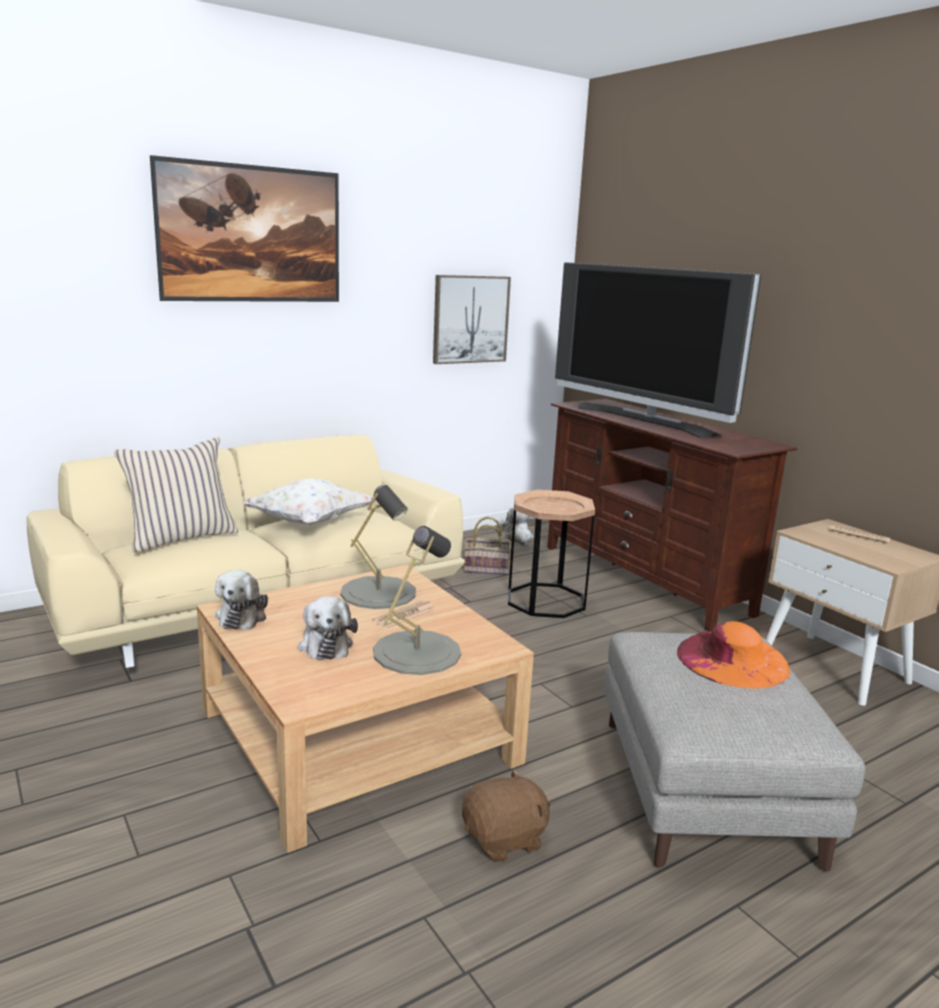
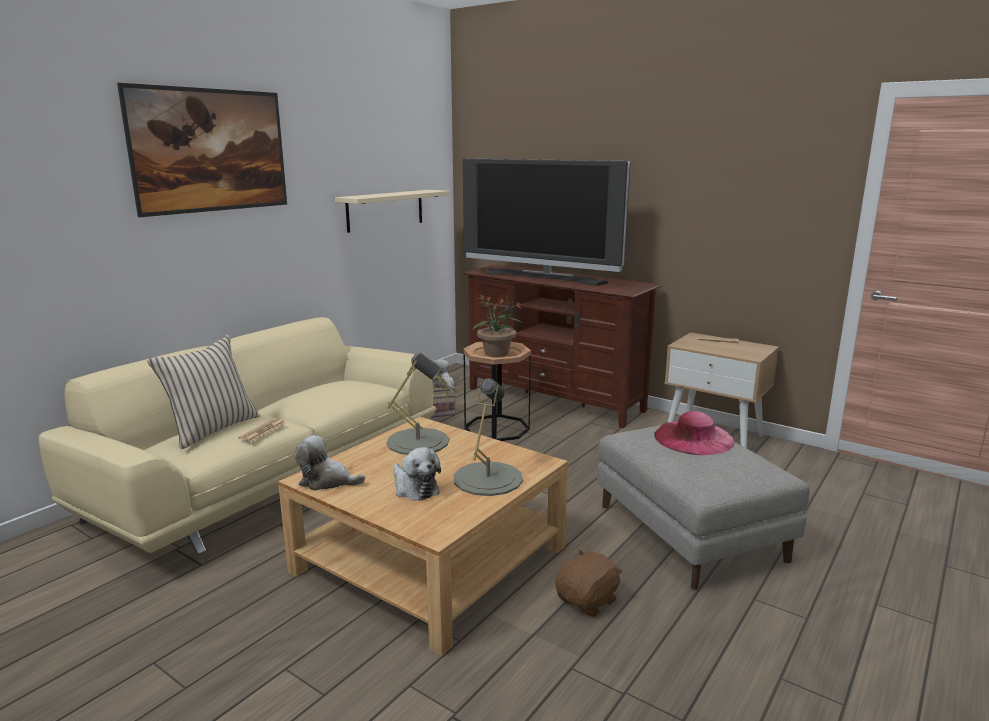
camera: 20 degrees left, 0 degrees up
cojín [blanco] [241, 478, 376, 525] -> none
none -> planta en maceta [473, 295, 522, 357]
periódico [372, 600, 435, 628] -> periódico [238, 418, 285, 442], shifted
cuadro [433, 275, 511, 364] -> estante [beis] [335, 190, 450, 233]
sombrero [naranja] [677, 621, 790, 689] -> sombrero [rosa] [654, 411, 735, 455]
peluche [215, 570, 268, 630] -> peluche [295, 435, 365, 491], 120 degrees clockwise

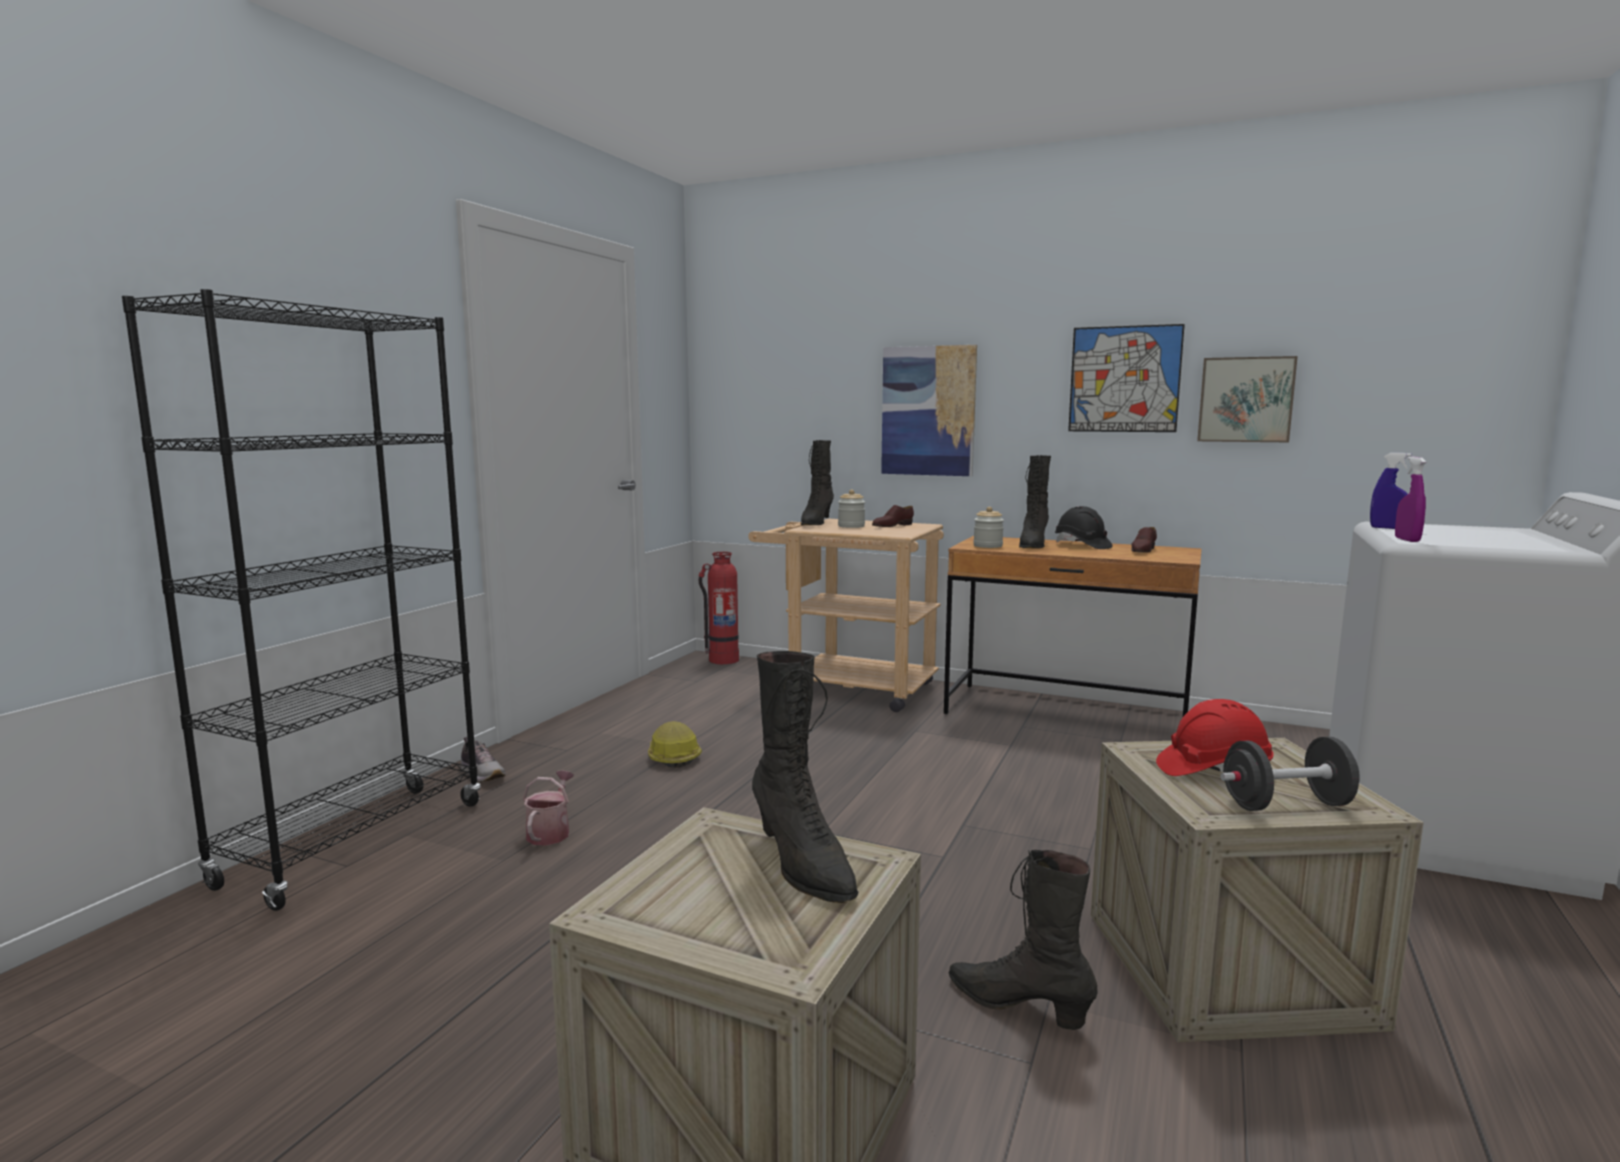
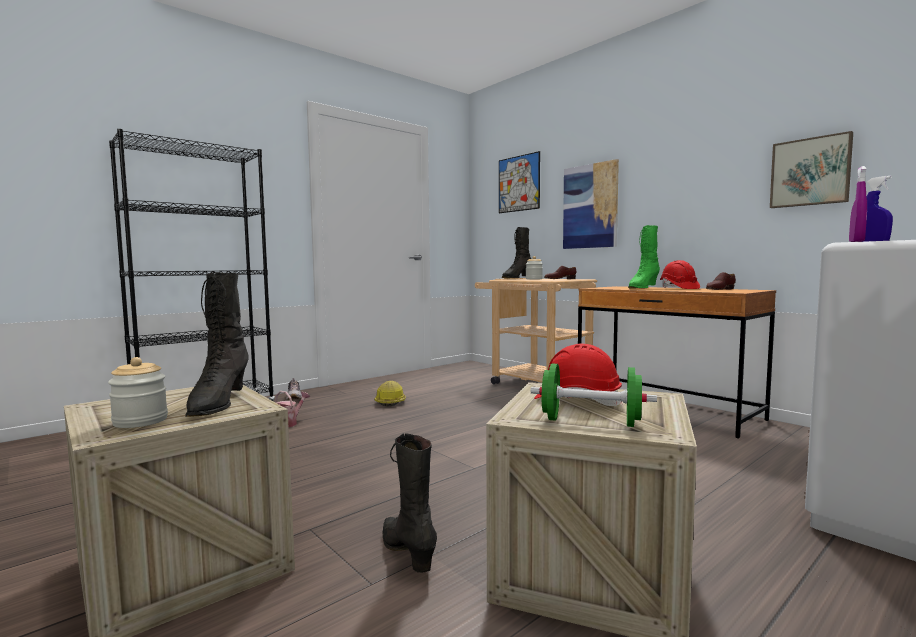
camera: 25 degrees right, 5 degrees down
extintor [699, 552, 739, 664] -> none
tarro [973, 507, 1004, 548] -> tarro [108, 357, 168, 428], shifted
cuadro [1068, 324, 1185, 432] -> cuadro [499, 151, 540, 213], shifted
bota [negro] [1019, 455, 1051, 548] -> bota [verde] [628, 225, 660, 288]
casco [negro] [1055, 506, 1113, 549] -> casco [rojo] [660, 260, 700, 289]
mancuerna [negro] [1220, 737, 1360, 811] -> mancuerna [verde] [531, 363, 657, 427]

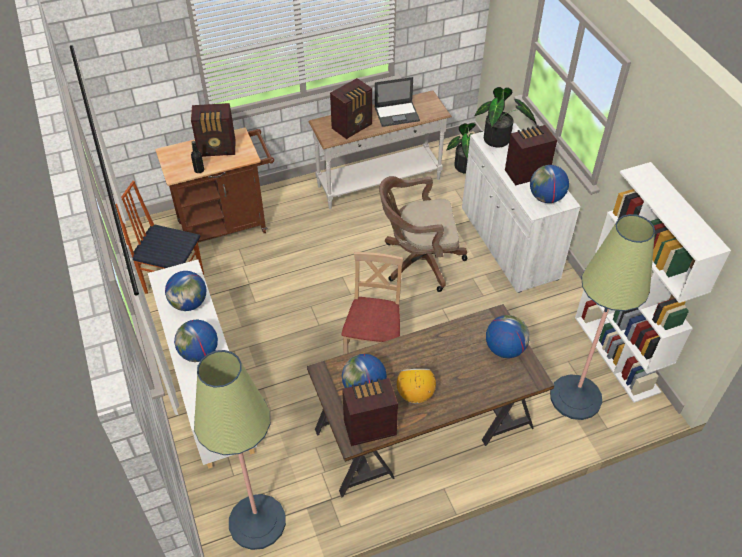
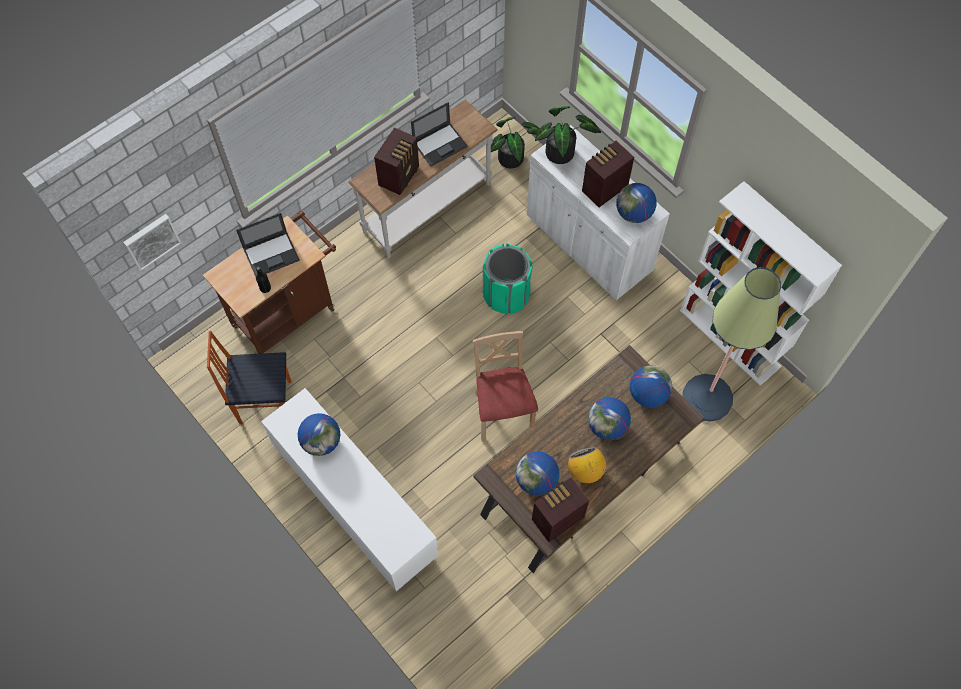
camera: 20 degrees left, 15 degrees up
lámpara de pie [194, 350, 286, 550] -> none
none -> cuadro [123, 214, 181, 271]
globo terráqueo [174, 320, 218, 362] -> globo terráqueo [588, 397, 631, 440], shifted
radio [191, 103, 235, 157] -> portátil [236, 213, 300, 277]
silla de oficina [marrón] [379, 176, 467, 292] -> papelera [verde] [483, 244, 533, 314]

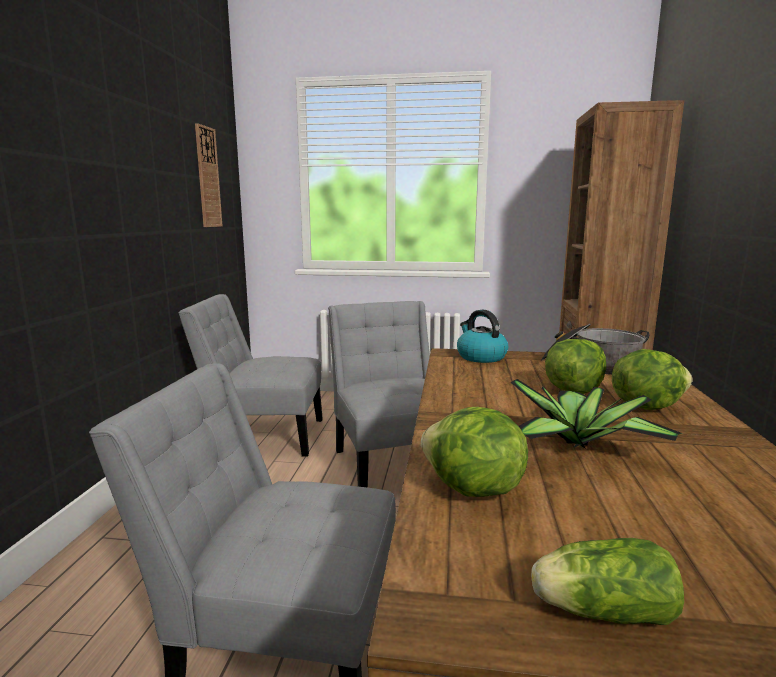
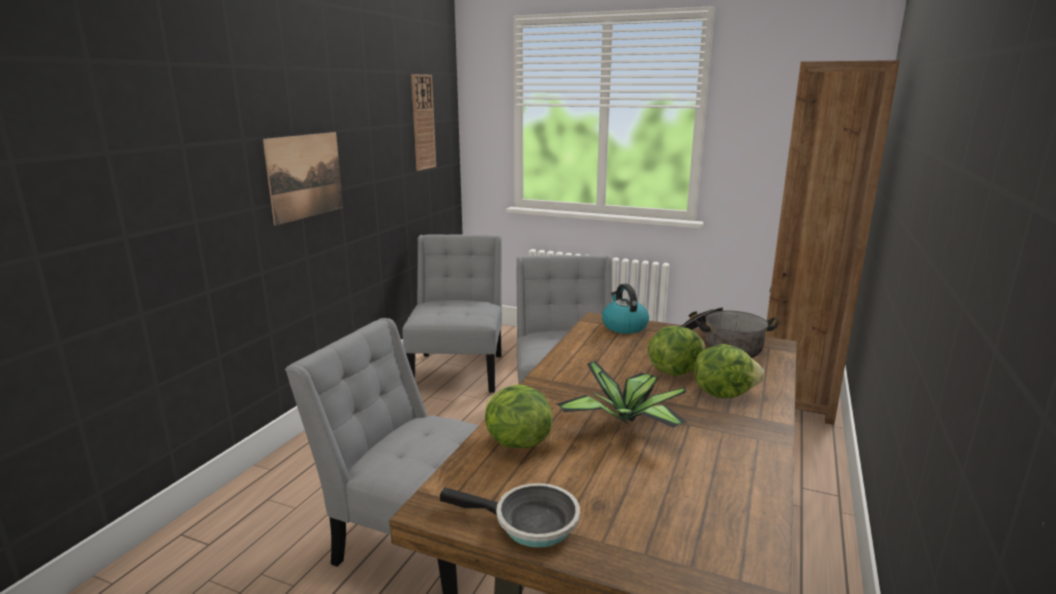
camera: 15 degrees right, 5 degrees up
none -> cuadro [263, 132, 343, 226]
lechuga [531, 538, 684, 625] -> sartén [440, 483, 580, 548]
silla [gris] [178, 294, 323, 457] -> silla [gris] [402, 234, 502, 392], 75 degrees clockwise

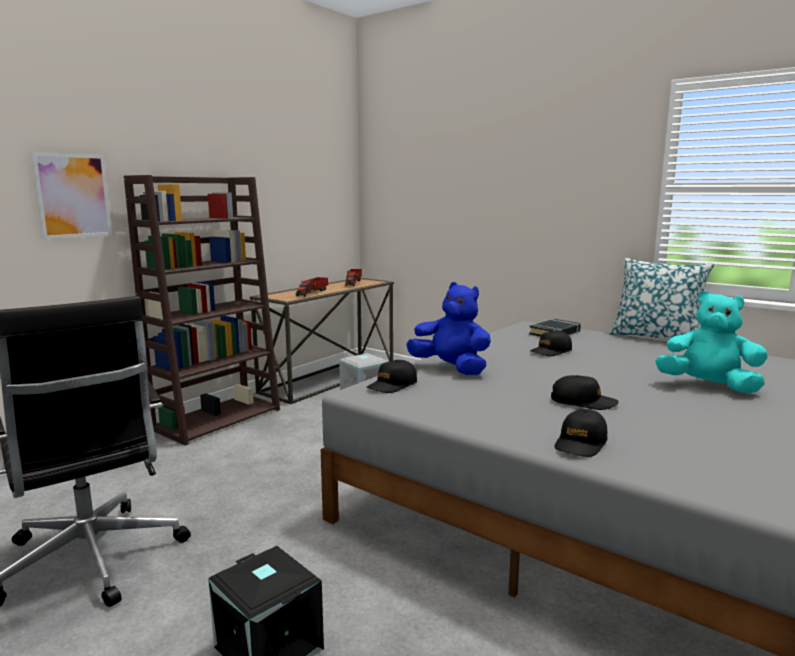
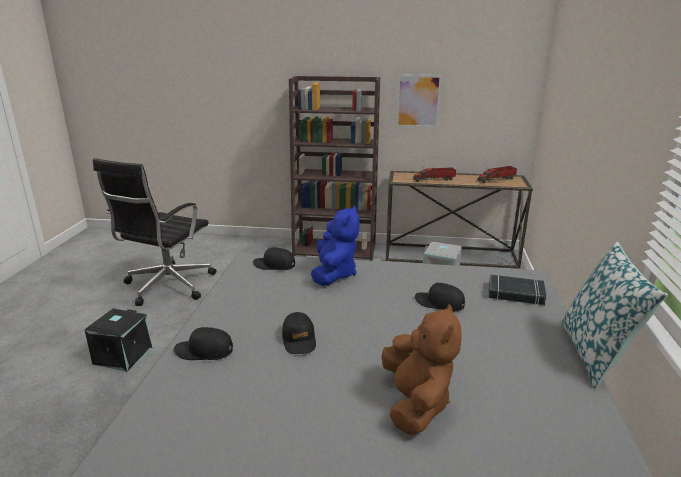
camera: 60 degrees right, 10 degrees up
cuadro [31, 152, 113, 239] -> cuadro [396, 74, 442, 128], shifted
peluche [turquesa] [655, 291, 768, 393] -> peluche [marrón] [382, 303, 462, 435]

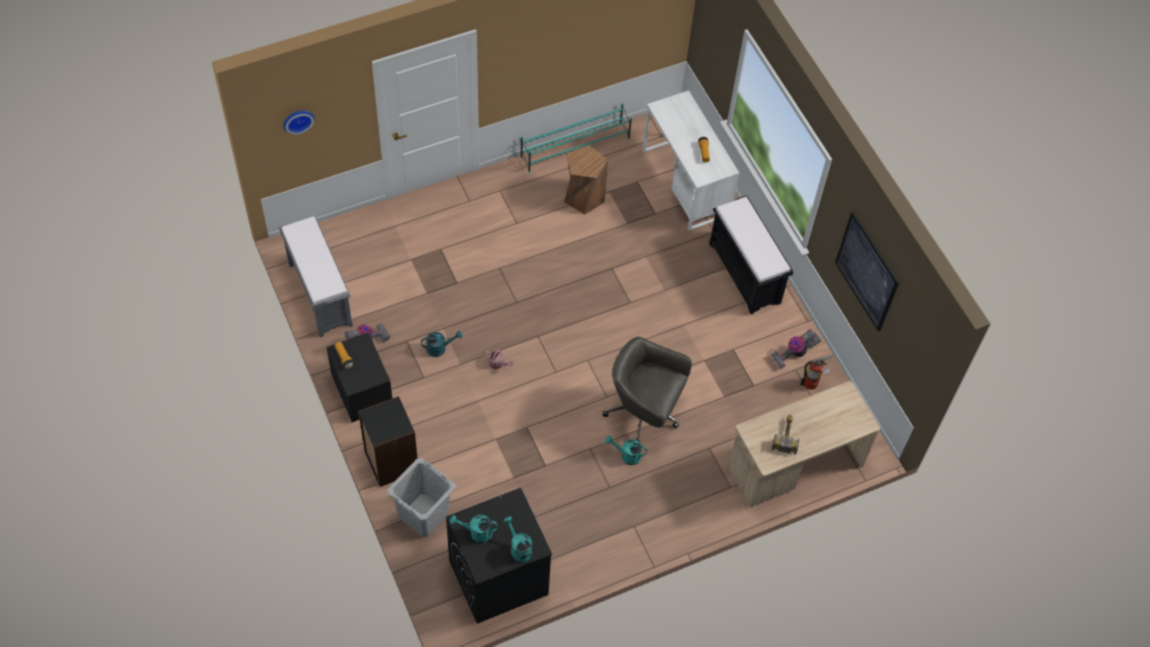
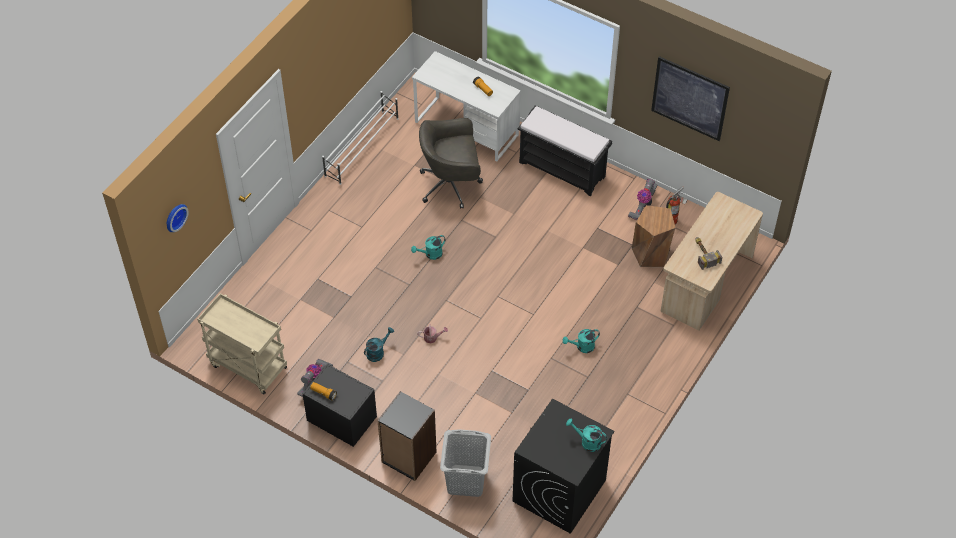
camera: 30 degrees left, 5 degrees down
regadera [turquesa] [450, 515, 498, 543] -> regadera [turquesa] [411, 235, 446, 260], shifted
taburete [marrón] [564, 145, 608, 215] -> taburete [marrón] [632, 205, 676, 267], shifted
silla de oficina [gris] [603, 337, 692, 442] -> silla de oficina [gris] [419, 118, 483, 209], shifted
banco [gris] [279, 216, 353, 337] -> carrito [beis] [197, 293, 287, 394]
zapatero [turquesa] [520, 103, 632, 173] -> zapatero [blanco] [322, 91, 398, 185]

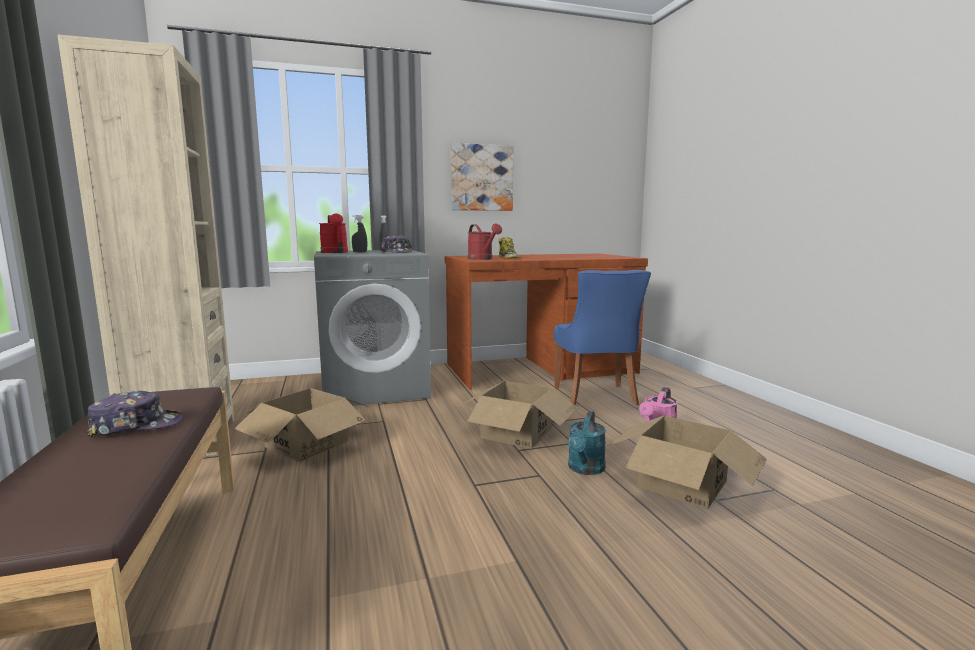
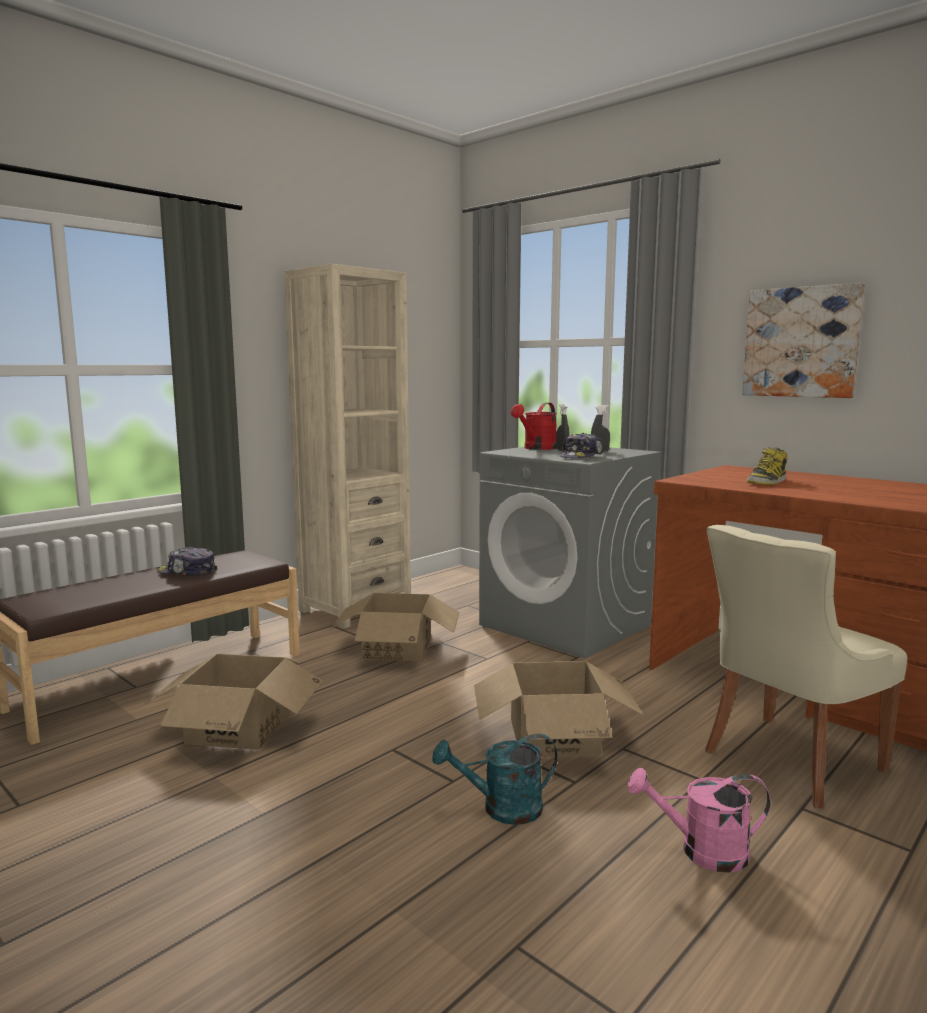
camera: 60 degrees right, 0 degrees up
regadera [rojo] [468, 223, 502, 260] -> none
caja de cartón [607, 416, 767, 509] -> caja de cartón [145, 654, 323, 750], shifted
silla [azul] [554, 270, 651, 406] -> silla [beis] [705, 525, 907, 808]
gorra [87, 390, 183, 437] -> gorra [157, 546, 218, 576], 150 degrees clockwise

